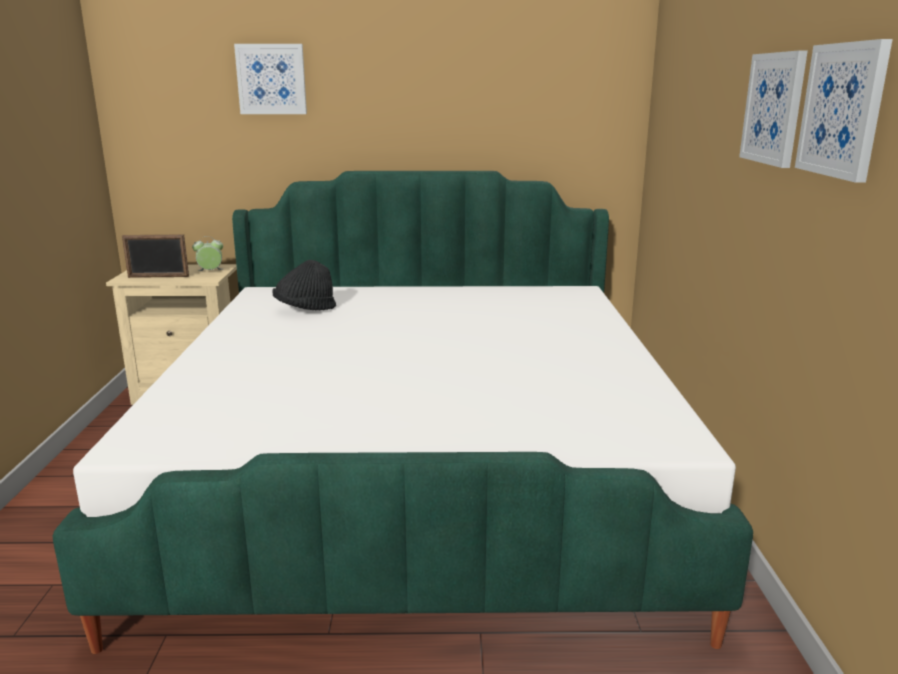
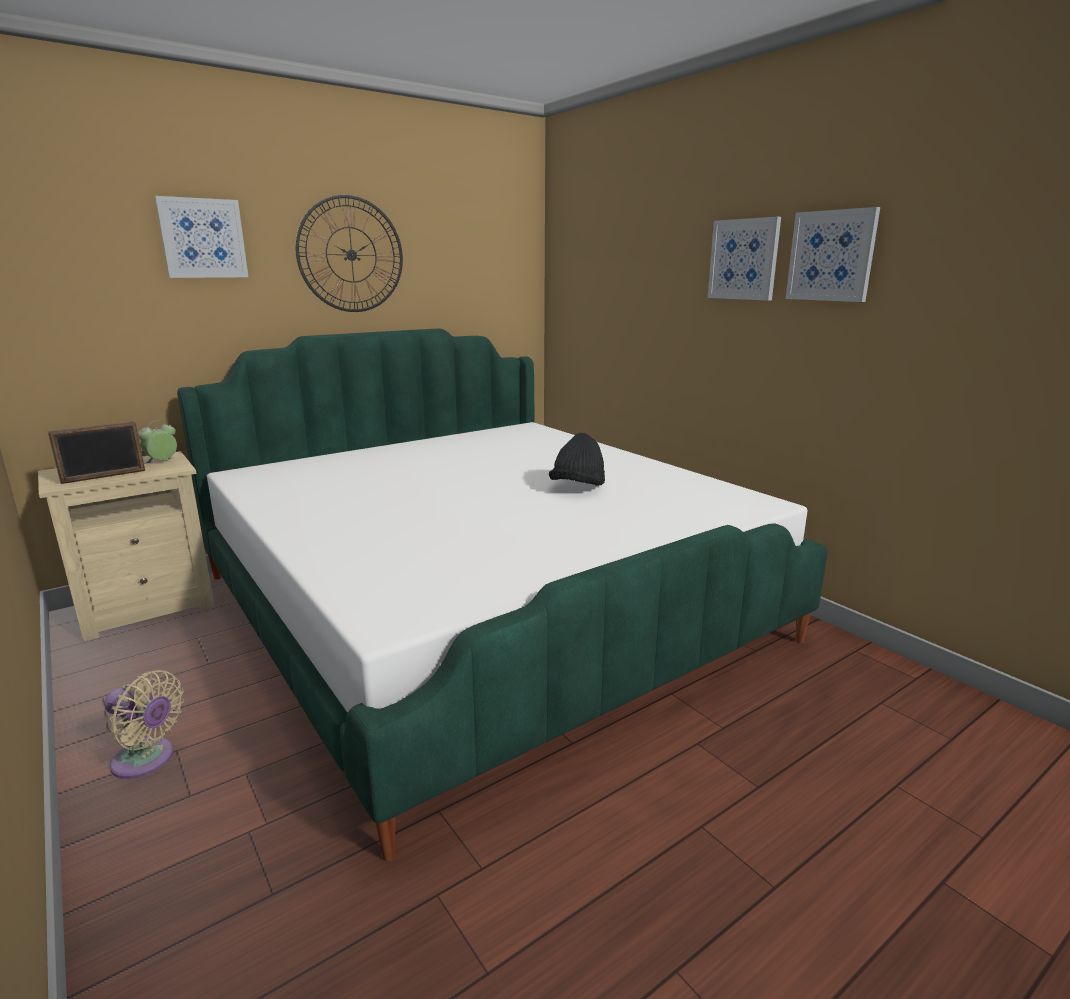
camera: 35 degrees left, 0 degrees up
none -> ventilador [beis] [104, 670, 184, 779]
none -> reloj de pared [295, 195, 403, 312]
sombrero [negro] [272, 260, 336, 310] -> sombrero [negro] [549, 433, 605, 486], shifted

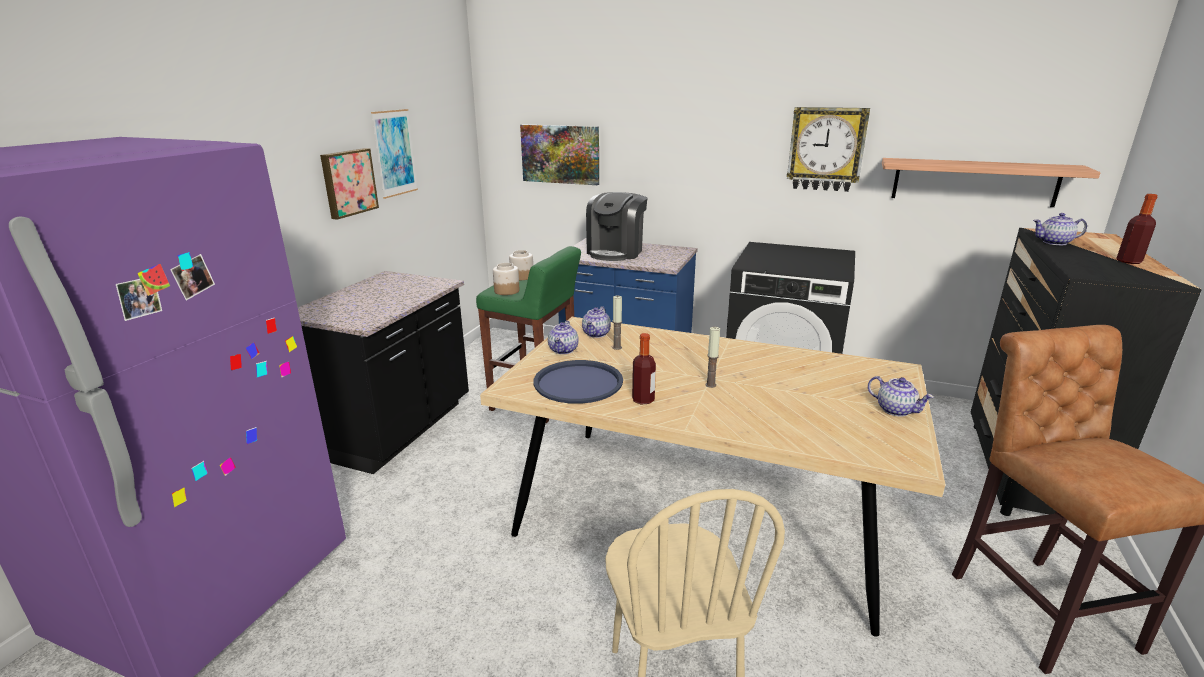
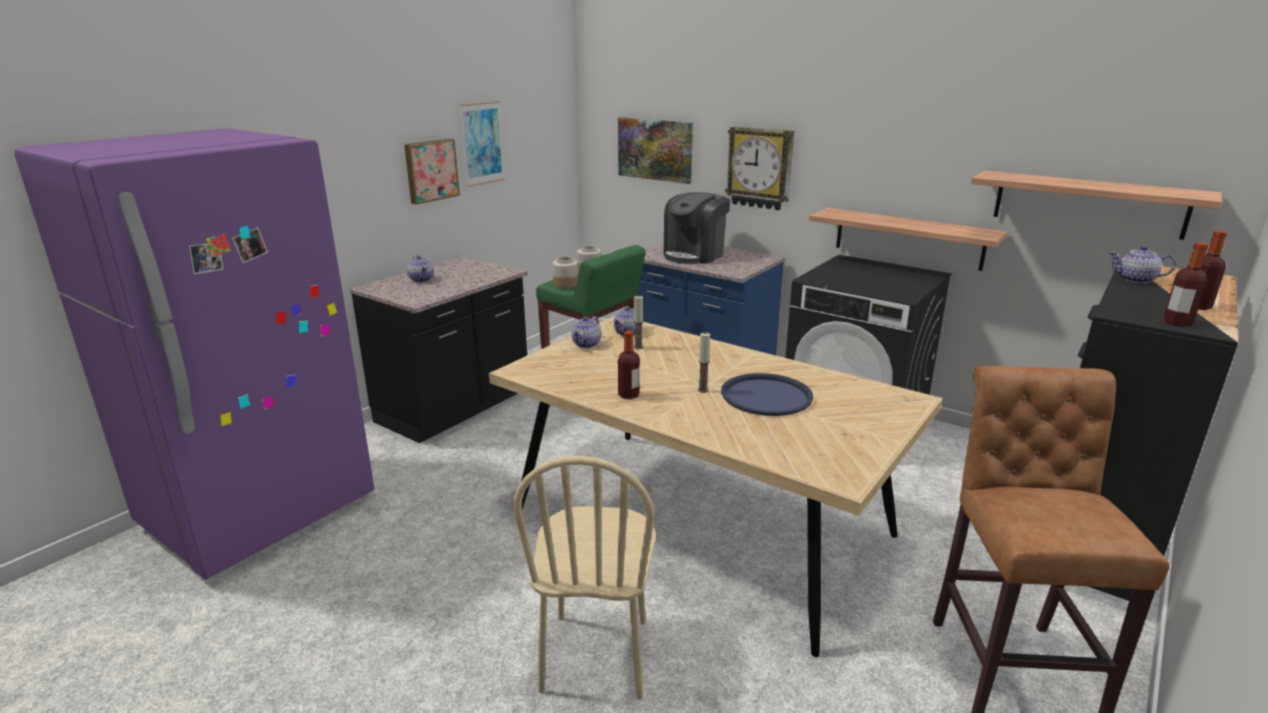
camera: 15 degrees right, 0 degrees up
none -> estante [809, 208, 1007, 271]
none -> botella [1163, 242, 1208, 326]
bandeja [azul] [533, 360, 623, 404] -> bandeja [azul] [721, 373, 813, 416], shifted
reloj de pared [787, 107, 870, 192] -> reloj de pared [725, 126, 794, 210], shifted
tetera [868, 376, 934, 417] -> tetera [407, 255, 434, 282], shifted

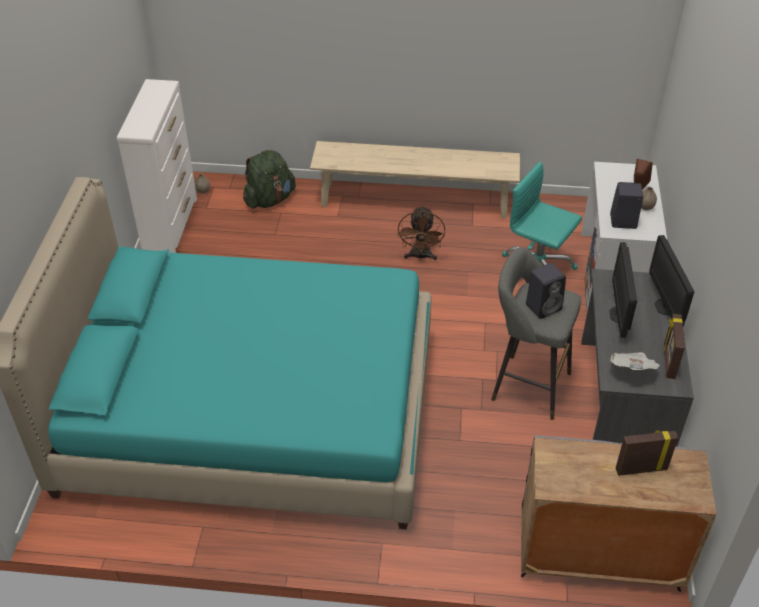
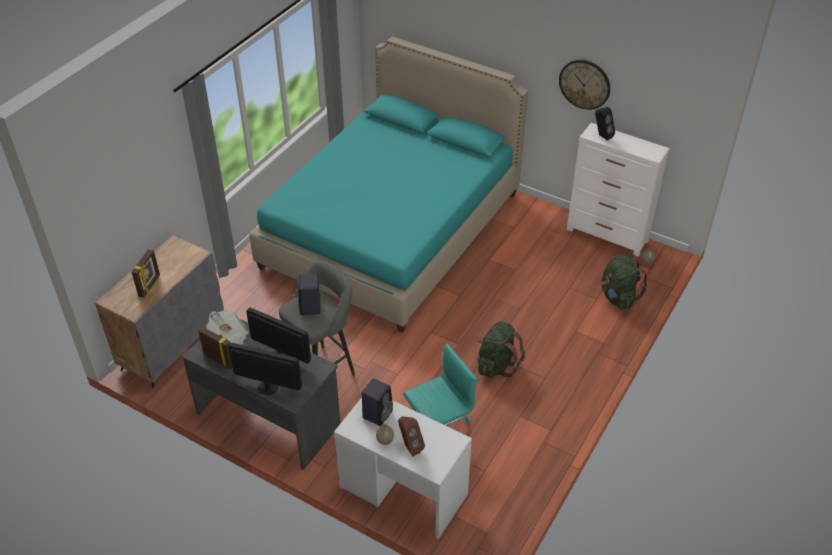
camera: 115 degrees right, 0 degrees up
banco [beis] [310, 141, 520, 219] -> none
none -> reloj de pared [559, 60, 610, 110]
none -> altavoz [negro] [595, 107, 615, 141]
ventilador [marrón] [397, 206, 445, 261] -> mochila [verde] [478, 321, 525, 378]

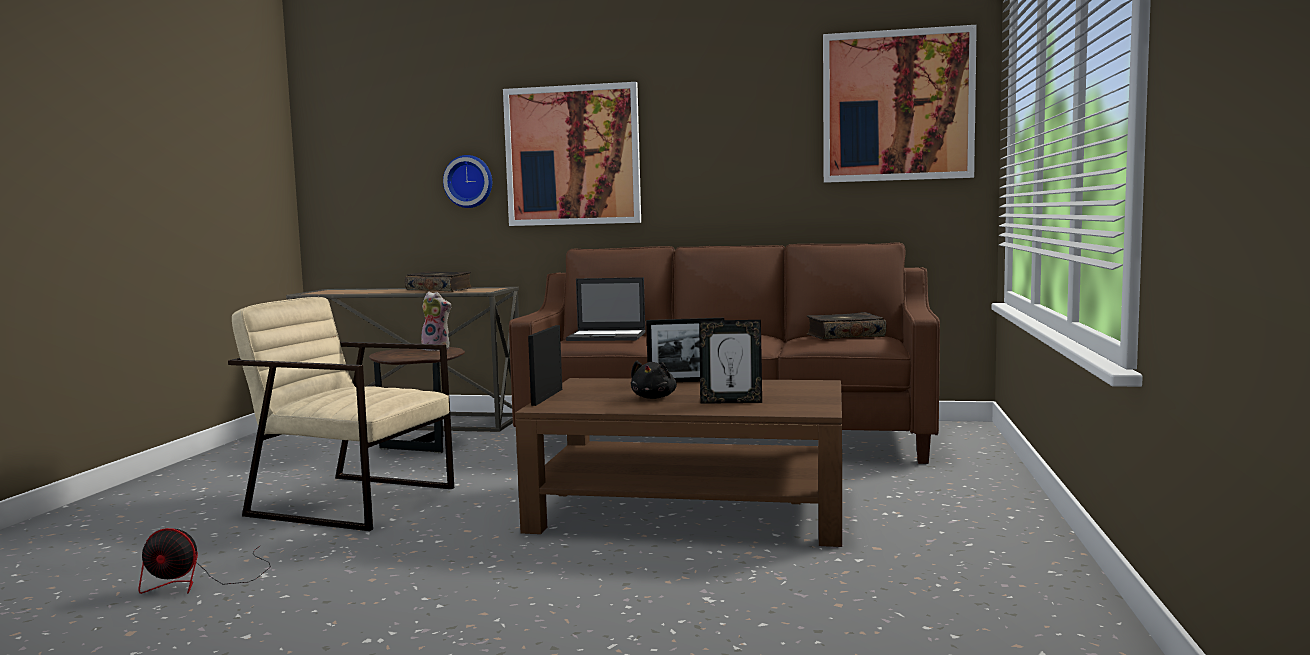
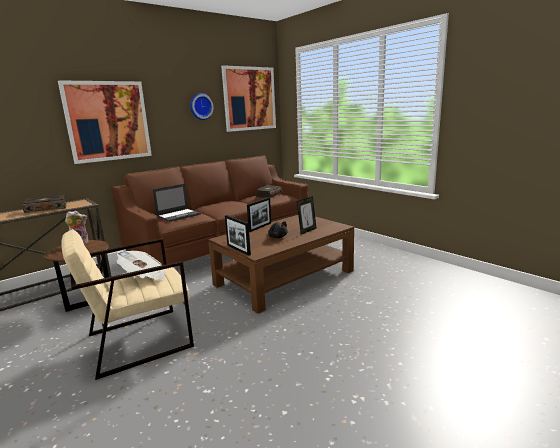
camera: 50 degrees left, 10 degrees up
ventilador [138, 528, 271, 594] -> none
none -> periódico [116, 251, 165, 280]
reloj de pared [443, 155, 492, 208] -> reloj de pared [190, 93, 214, 120], shifted

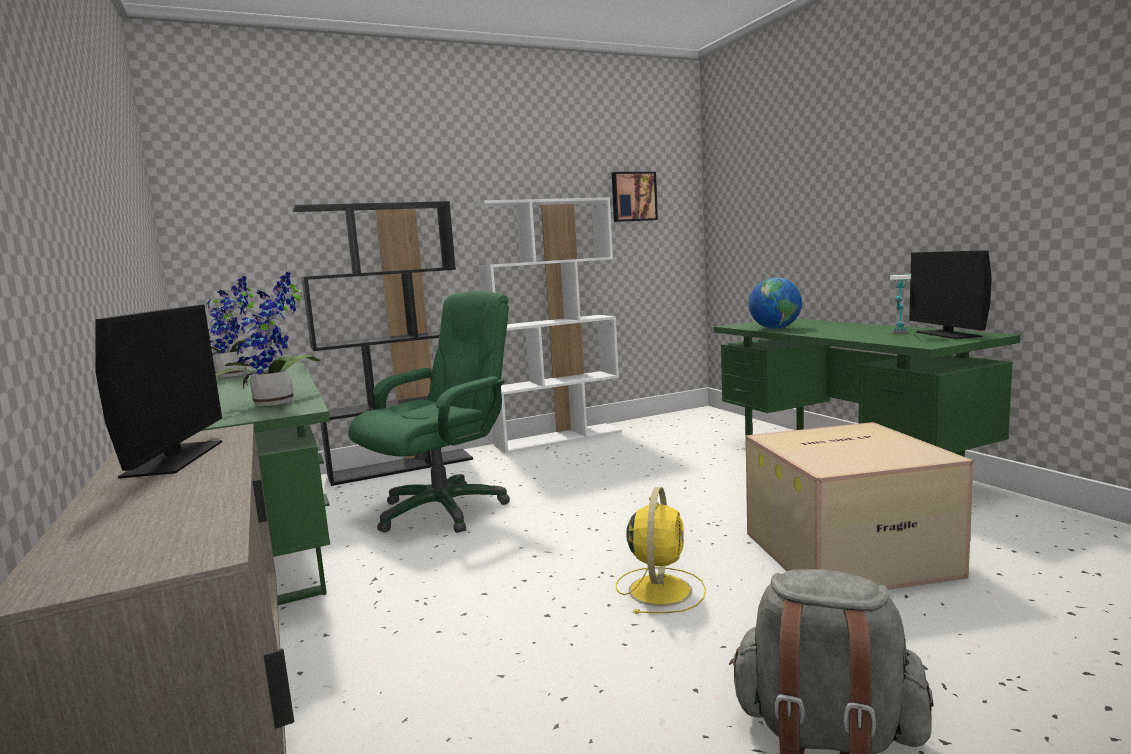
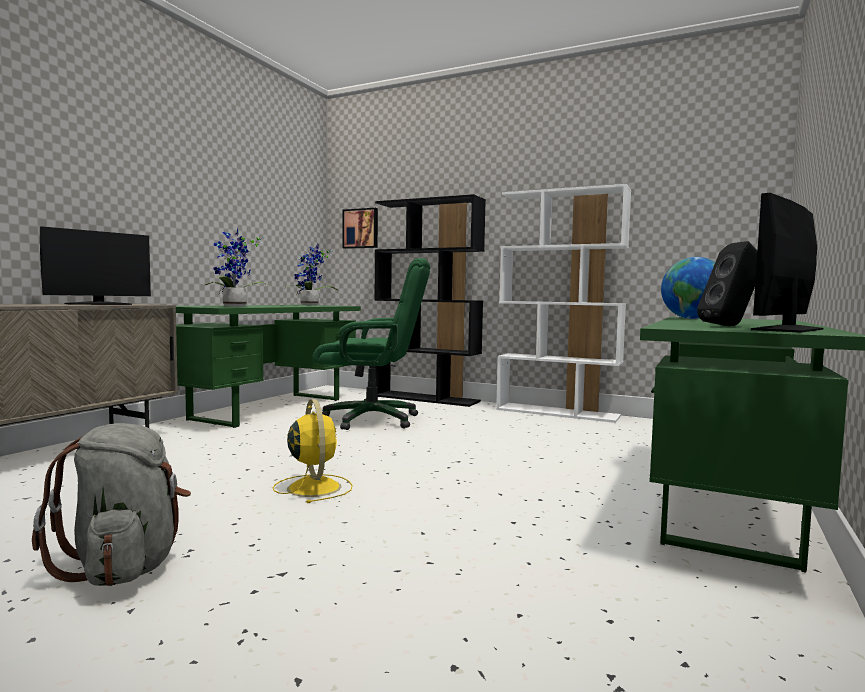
camera: 50 degrees right, 5 degrees down
caja de cartón [746, 422, 974, 590] -> none
cuadro [612, 172, 658, 222] -> cuadro [342, 208, 378, 249], shifted
lámpara de mesa [890, 274, 911, 334] -> altavoz [negro] [697, 241, 757, 326]
ventilador [amarillo] [616, 487, 706, 614] -> ventilador [amarillo] [273, 399, 353, 503], 90 degrees counterclockwise

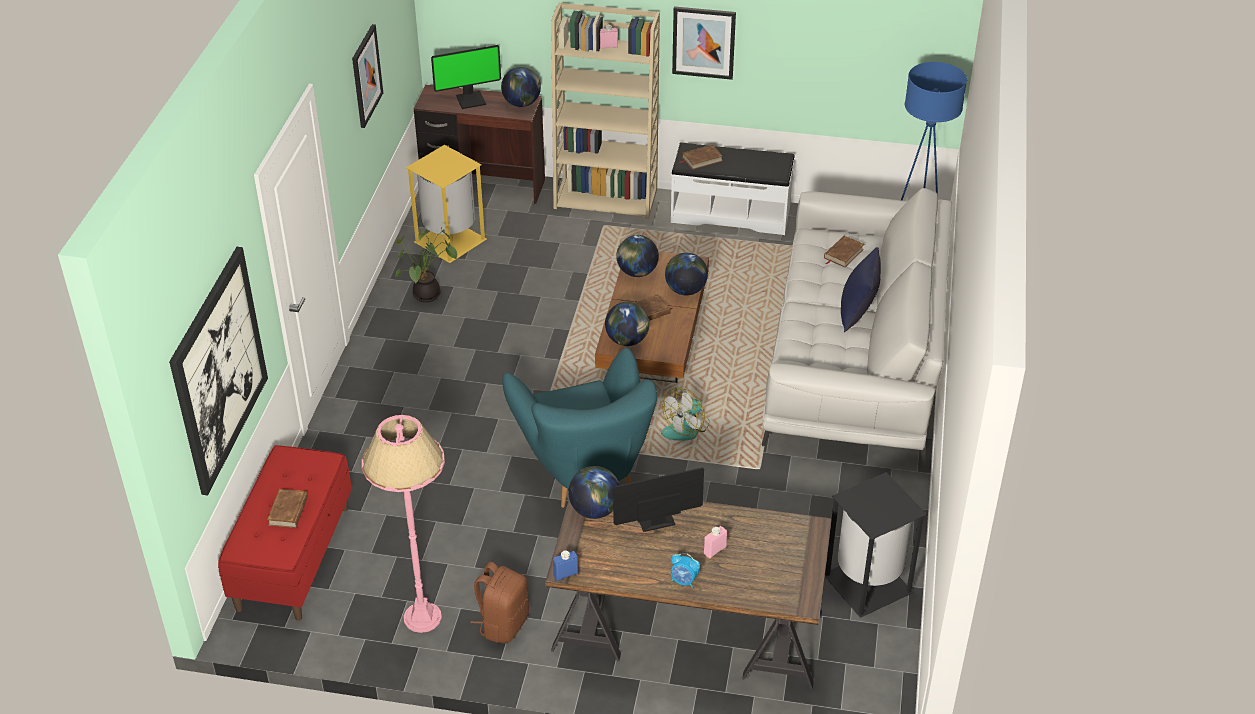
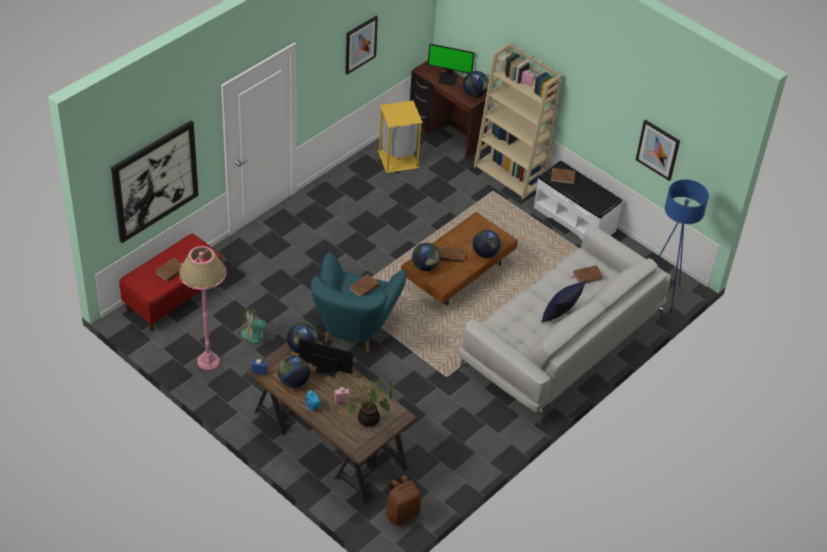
camera: 30 degrees right, 5 degrees up
papelera [negro] [825, 472, 927, 618] -> none
none -> libro [marrón] [349, 274, 379, 296]
planta en maceta [396, 227, 457, 302] -> planta en maceta [345, 375, 395, 427], shifted
mochila [marrón] [470, 562, 529, 643] -> mochila [marrón] [385, 475, 421, 525], shifted
globo terráqueo [616, 235, 659, 277] -> globo terráqueo [278, 356, 310, 388], shifted
ventilador [661, 388, 709, 441] -> ventilador [241, 308, 275, 344], shifted
cuadro [672, 6, 736, 80] -> cuadro [636, 120, 680, 181], shifted

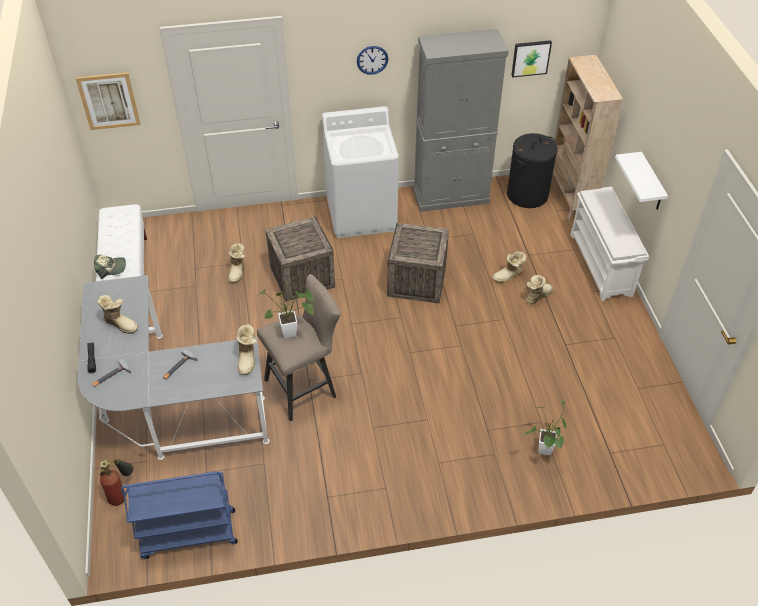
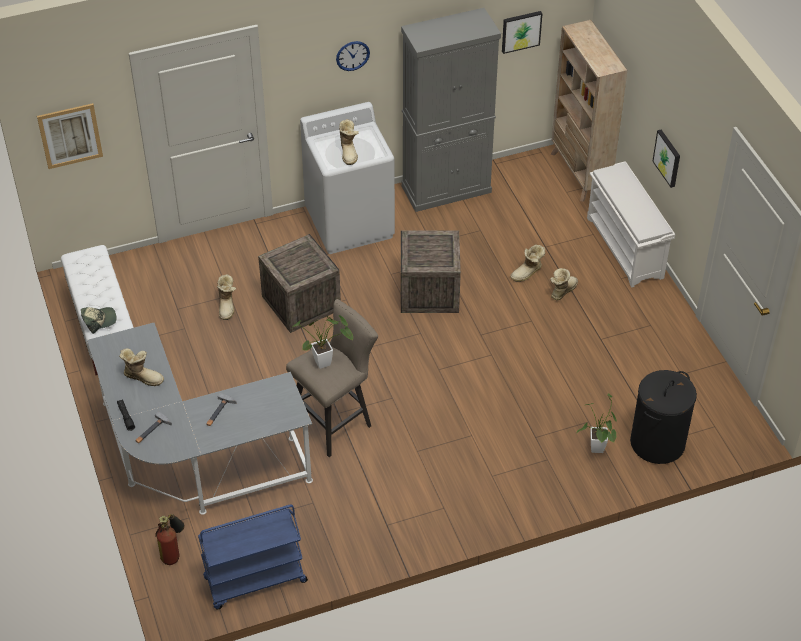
camera: 10 degrees left, 0 degrees up
bota [236, 324, 257, 375] -> bota [339, 119, 359, 165], shifted
cesto de la ropa [negro] [507, 133, 558, 208] -> cesto de la ropa [negro] [630, 370, 697, 464], shifted
estante [blanco] [615, 152, 668, 210] -> cuadro [652, 130, 680, 188]

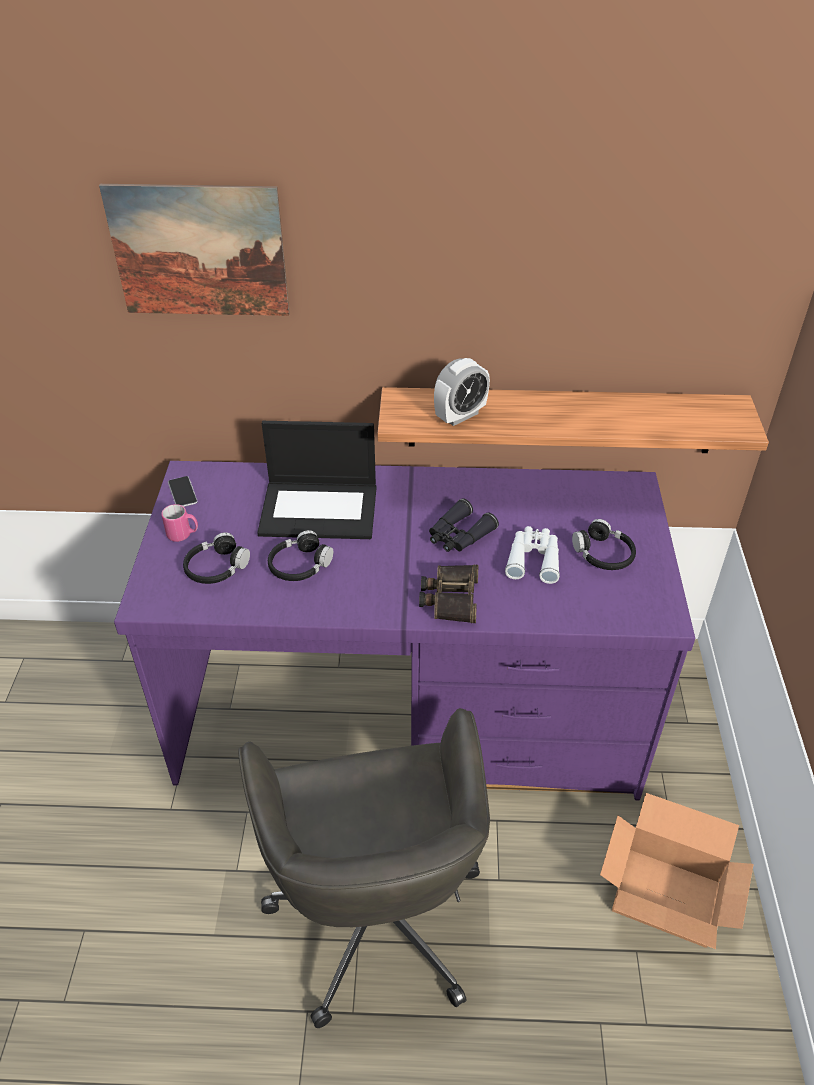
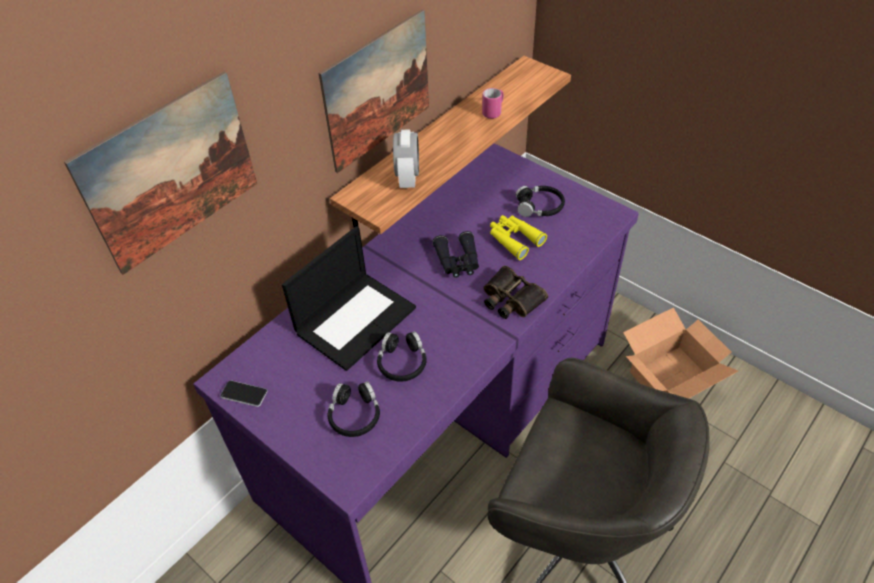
camera: 50 degrees left, 5 degrees up
none -> cuadro [318, 9, 429, 173]
taza grande [rosa] [161, 504, 198, 542] -> taza grande [rosa] [482, 88, 504, 119], shifted
prismáticos [blanco] [505, 526, 560, 584] -> prismáticos [amarillo] [490, 215, 547, 260]

